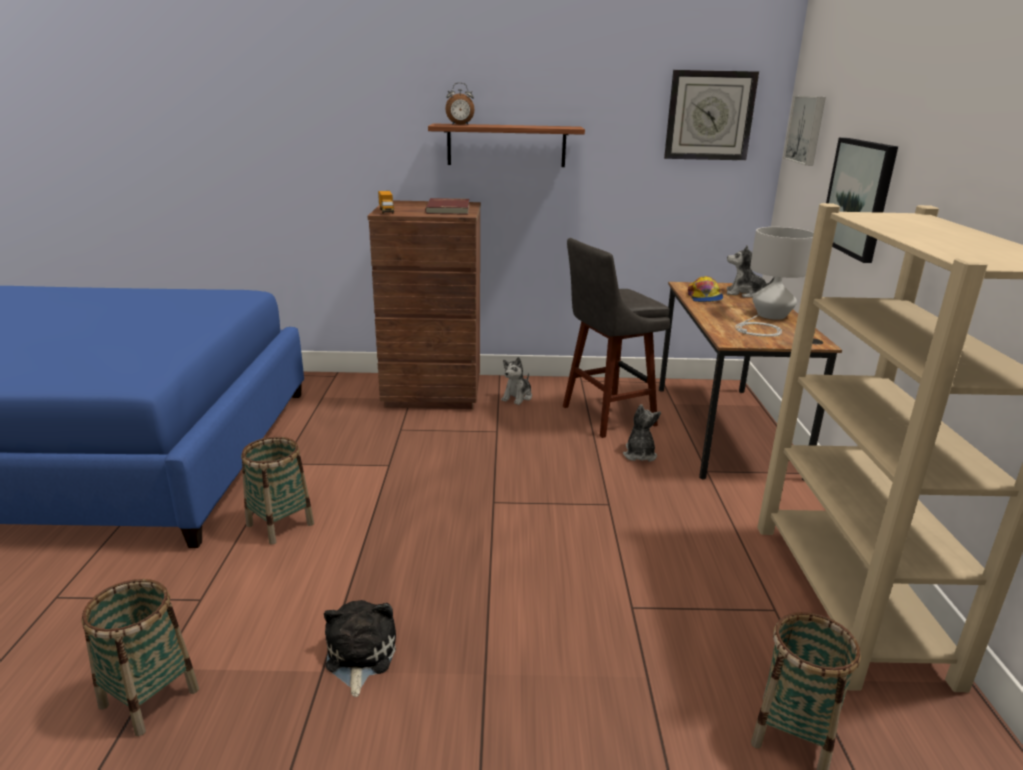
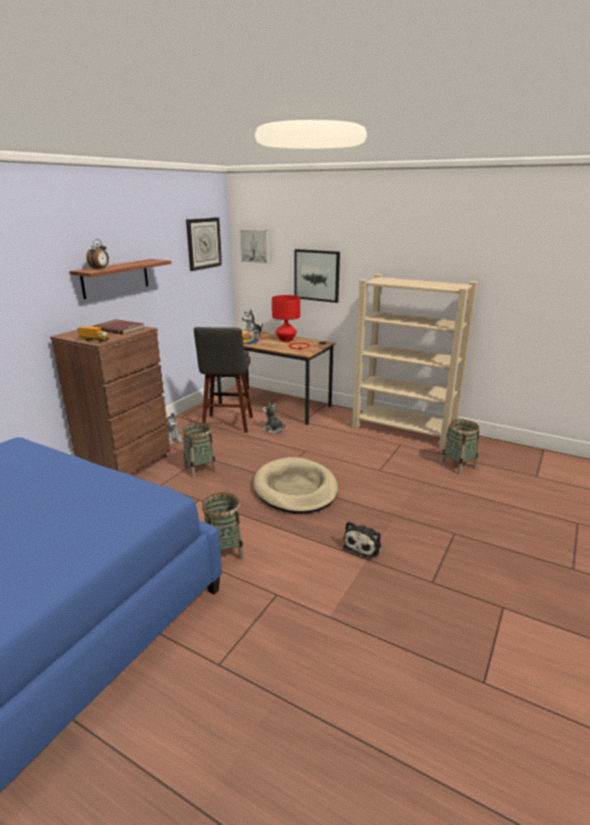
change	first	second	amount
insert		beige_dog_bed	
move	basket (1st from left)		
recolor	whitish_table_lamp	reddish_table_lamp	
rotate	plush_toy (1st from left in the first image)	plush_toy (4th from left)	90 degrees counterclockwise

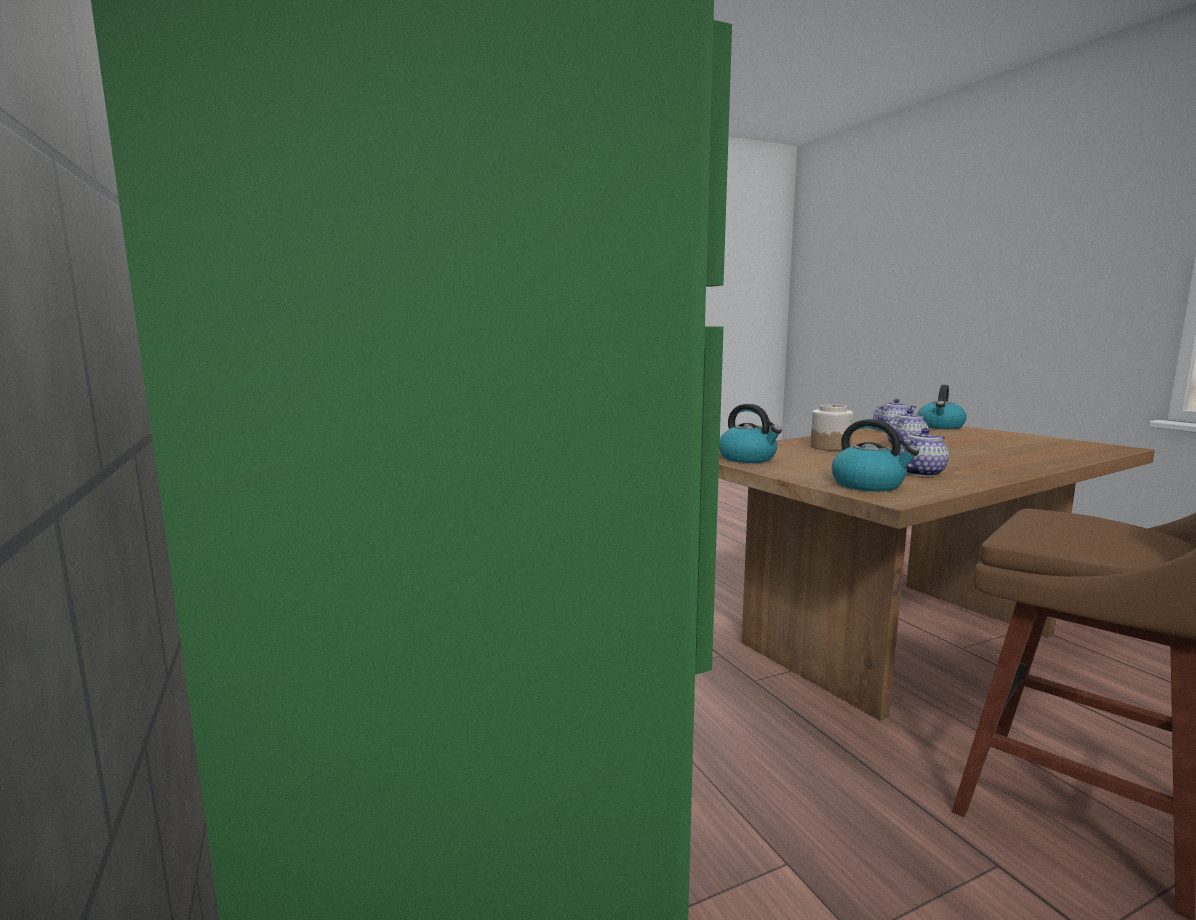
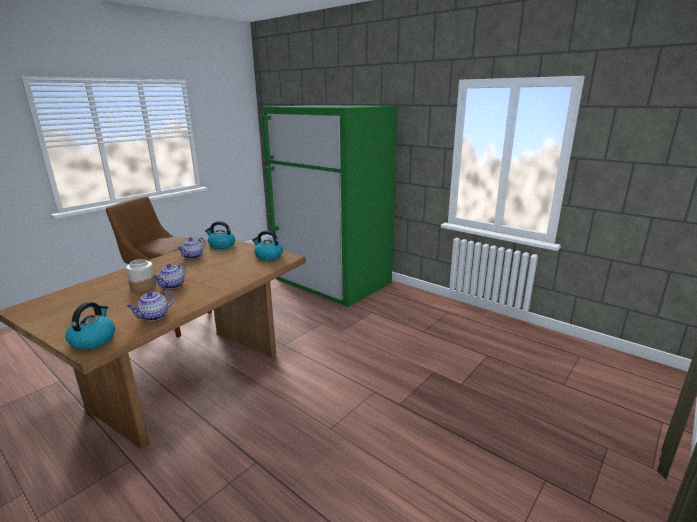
change	first	second	amount
move	preserve_jar		

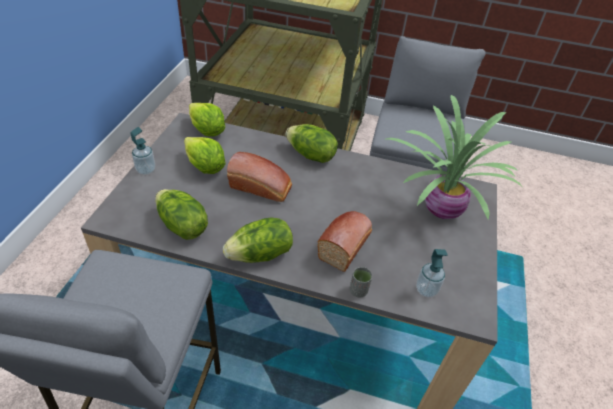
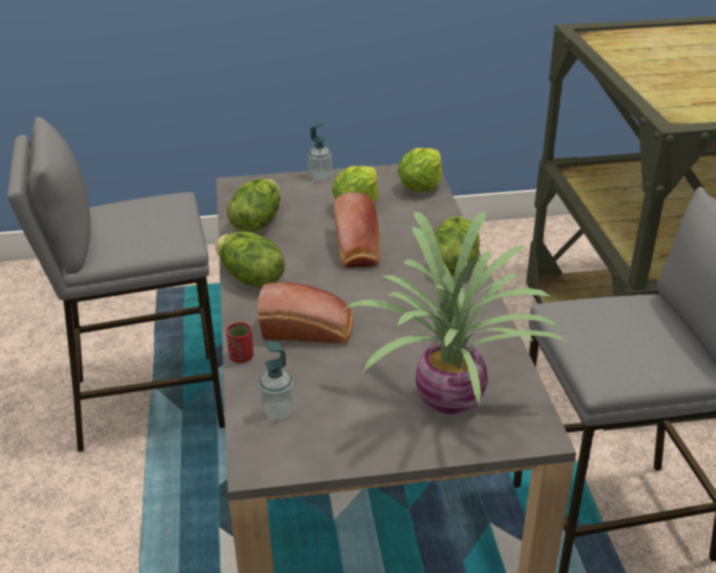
change	first	second	amount
recolor	grey_cup	reddish_cup	

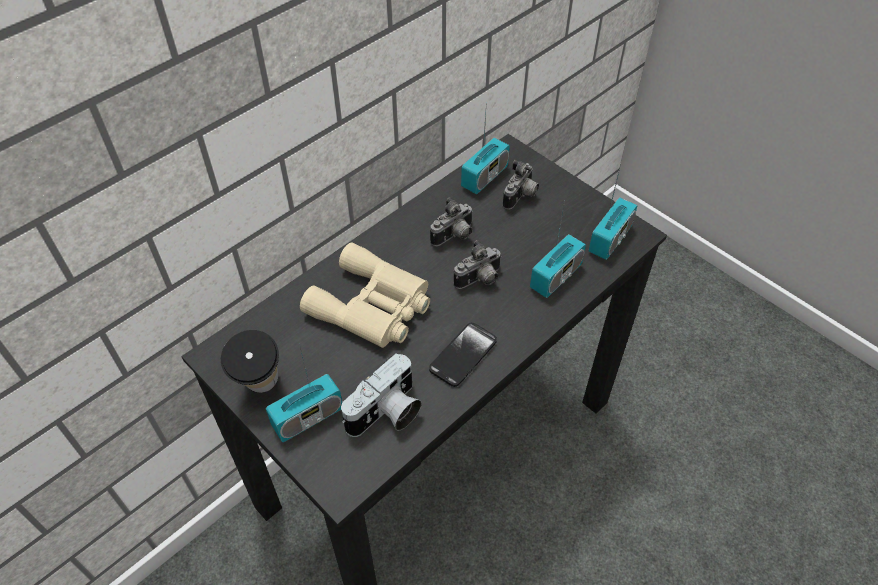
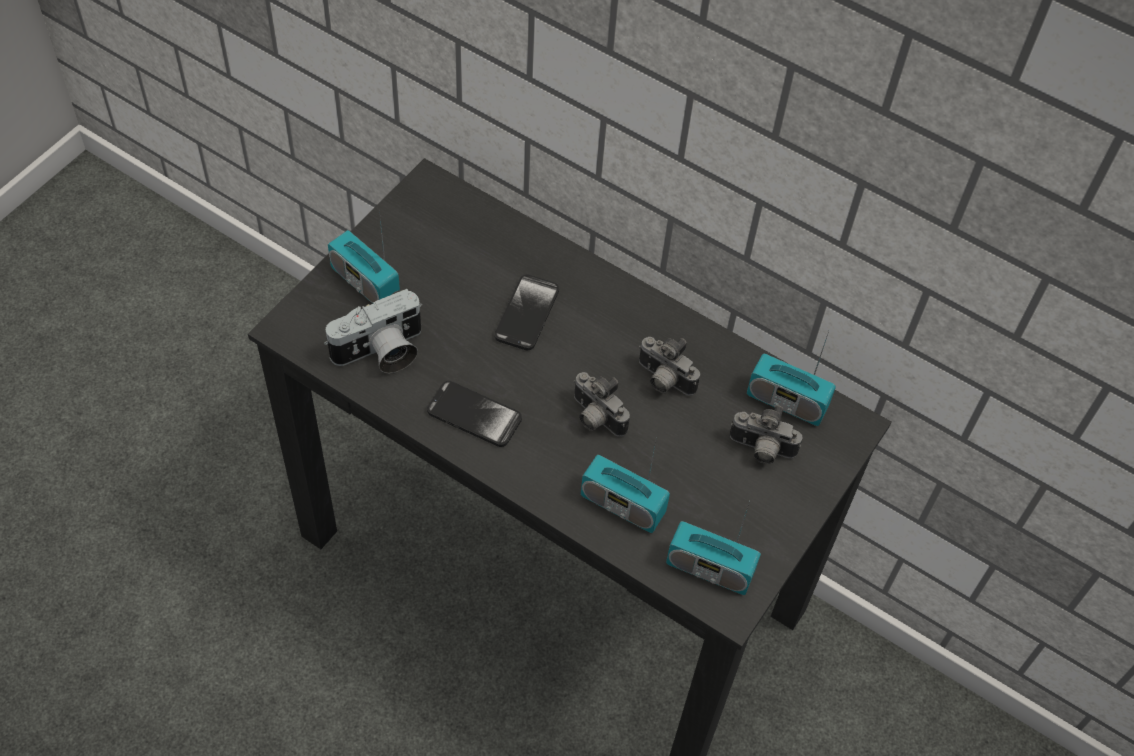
change	first	second	amount
delete	cup		
replace	beige_binoculars	phone (2nd from left)	
rotate	still_camera (1st from left)		60 degrees counterclockwise

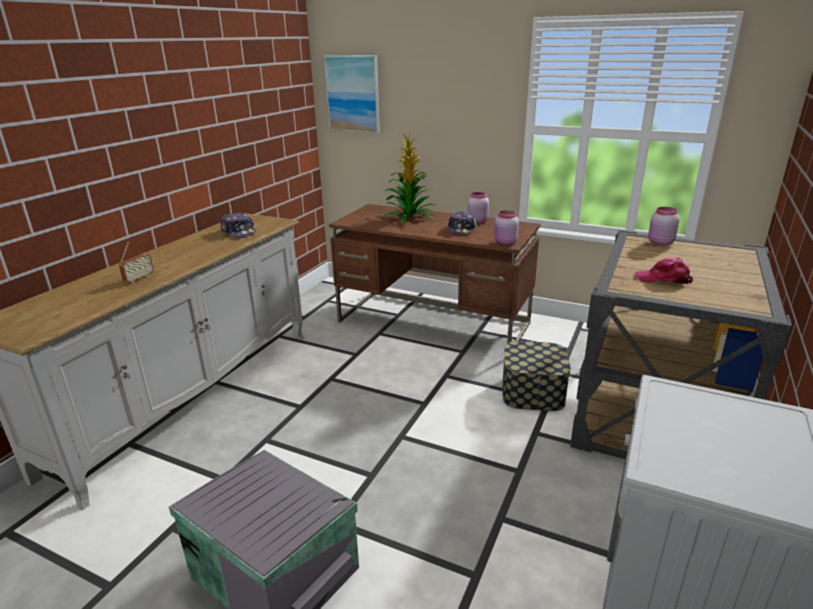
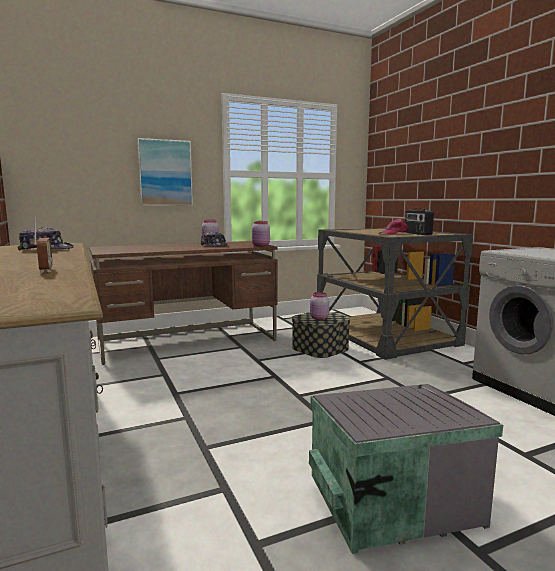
change	first	second	amount
delete	houseplant		
insert		radio (2nd from left)	
move	wall_picture		
move	pinkish_preserve_jar (3rd from left)		

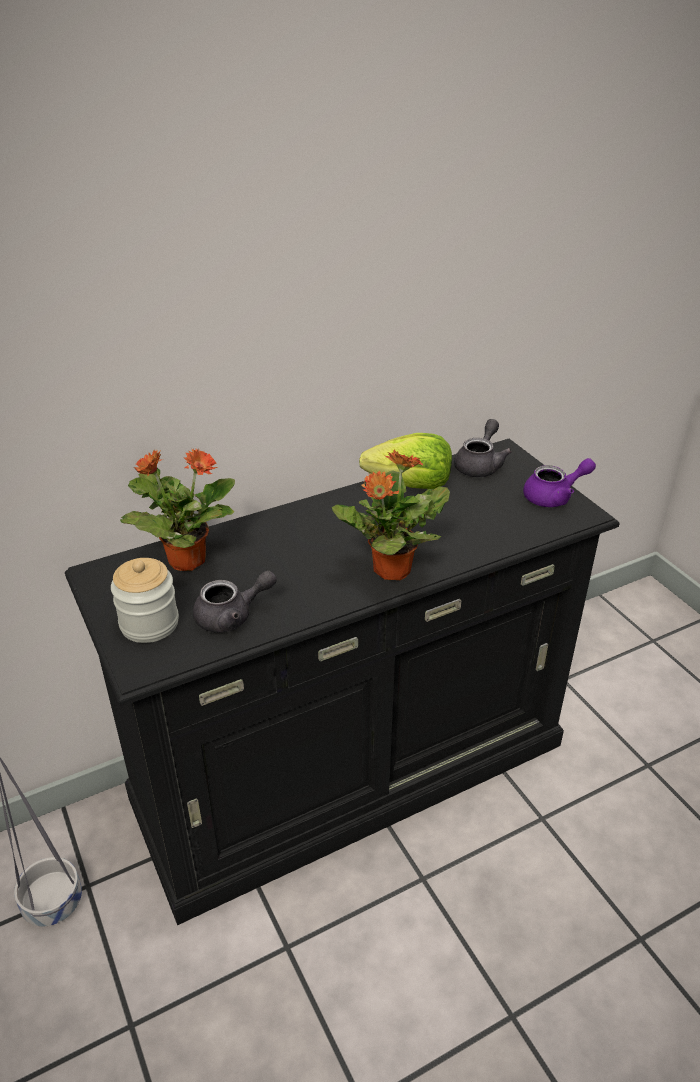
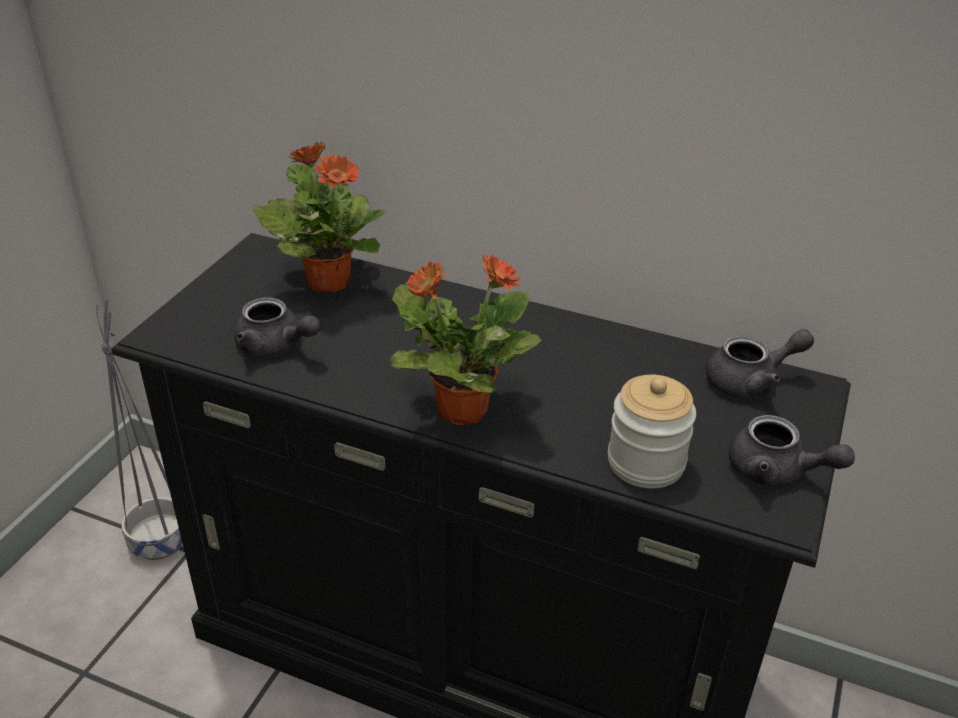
change	first	second	amount
delete	lettuce		
move	preserve_jar		
recolor	purple_teapot	grey_teapot (3rd from left)	

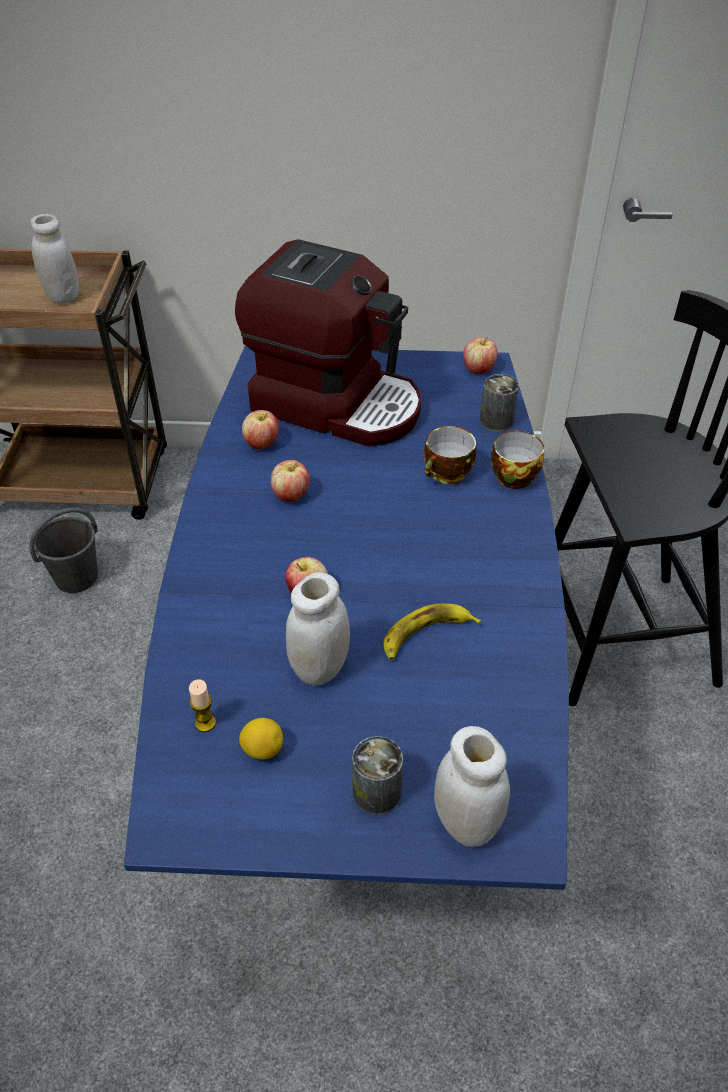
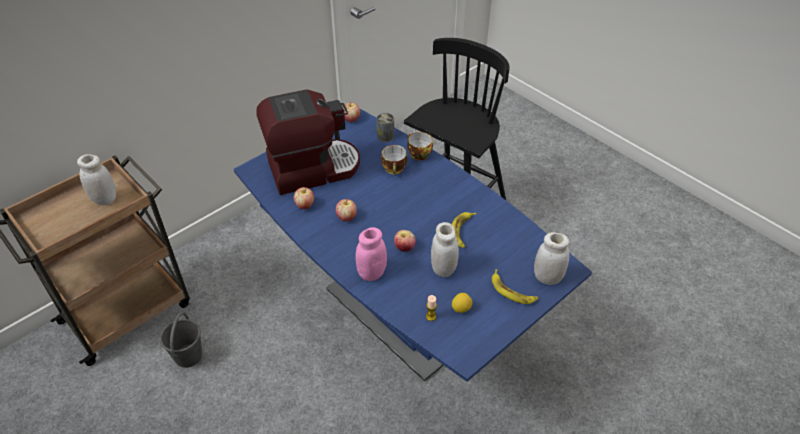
change	first	second	amount
insert		pinkish_preserve_jar	
replace	metal_can (1st from left)	whole_banana (2nd from left)	

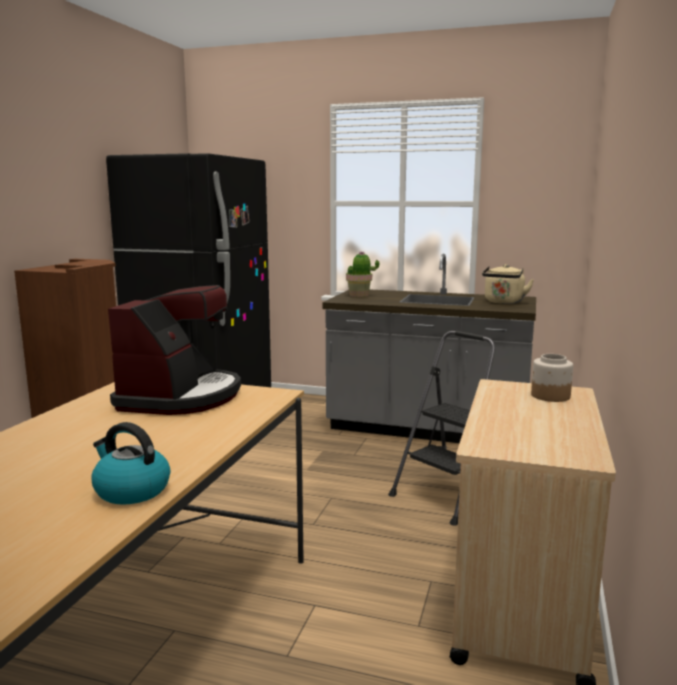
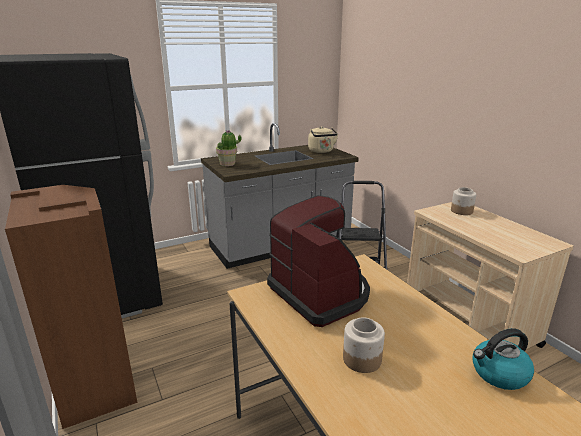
change	first	second	amount
insert		preserve_jar (1st from left)	

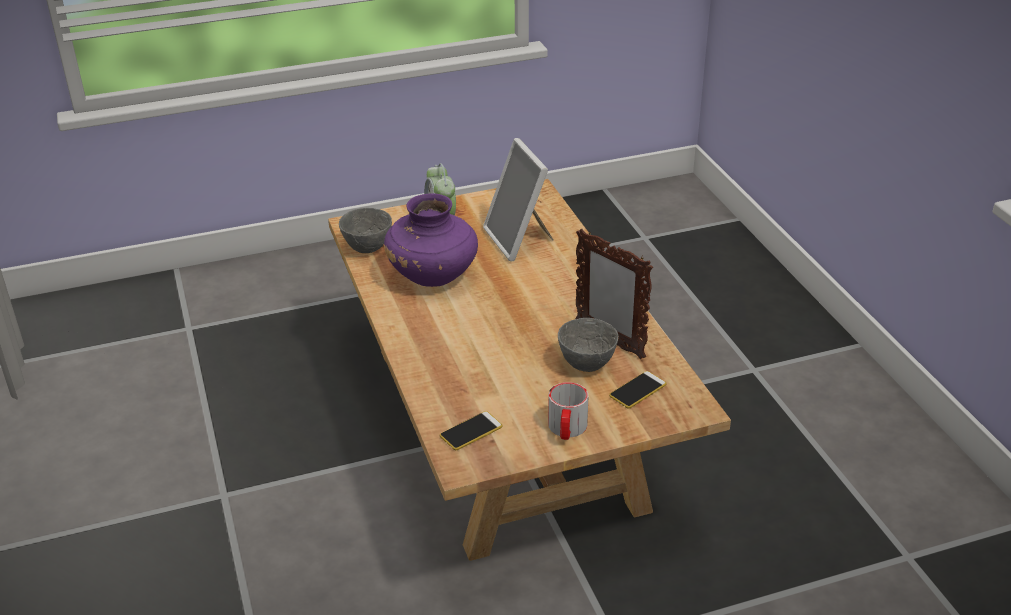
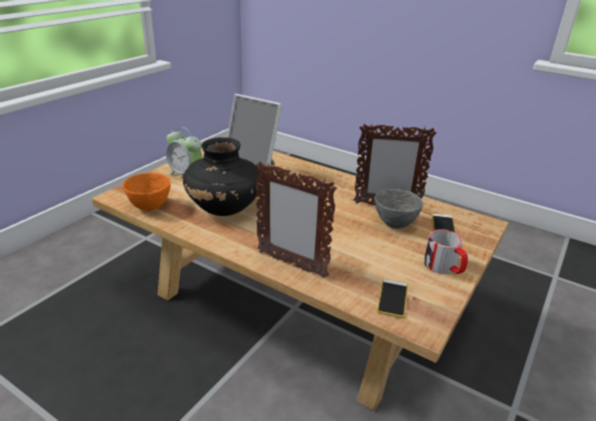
change	first	second	amount
insert		standing_frame (2nd from left)	
recolor	grey_serving_bowl (1st from left)	orange_serving_bowl	
recolor	purple_flower_vase	blackish_flower_vase	

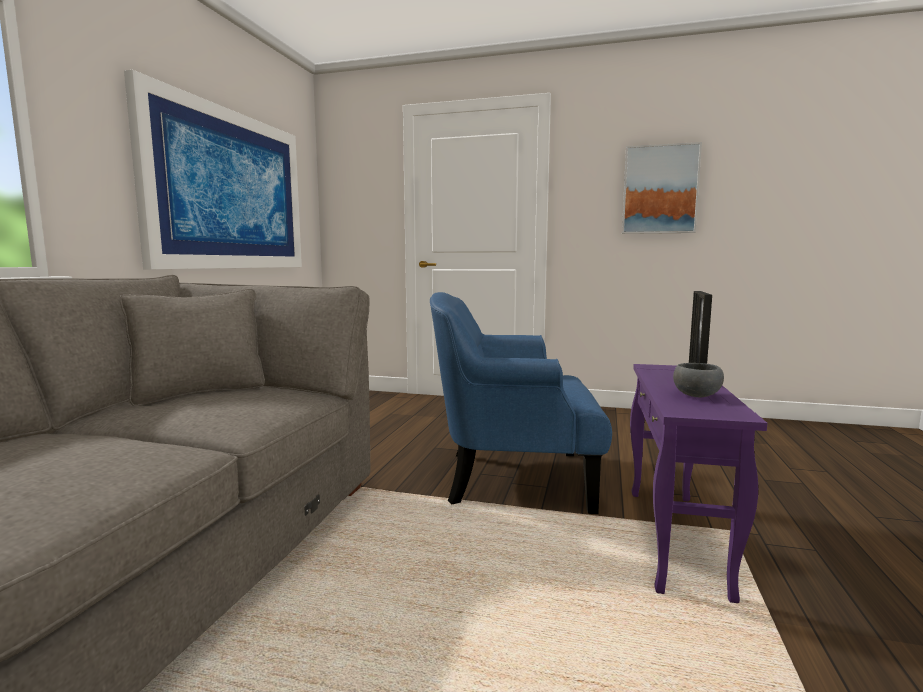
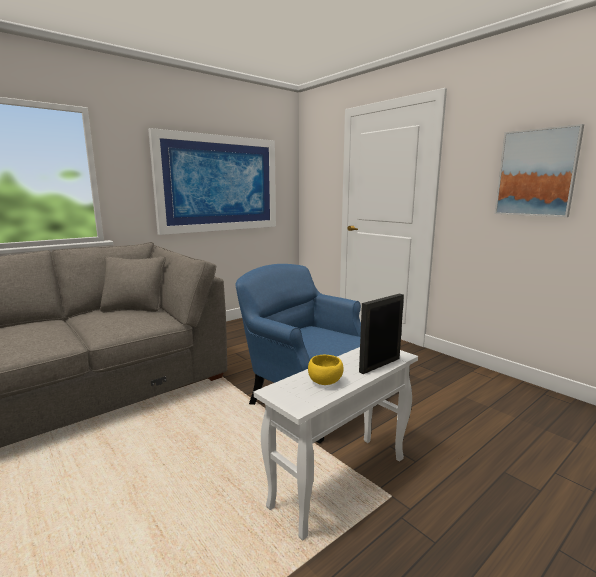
change	first	second	amount
recolor	purple_side_table	whitish_side_table	
recolor	grey_serving_bowl	yellowish_serving_bowl	

